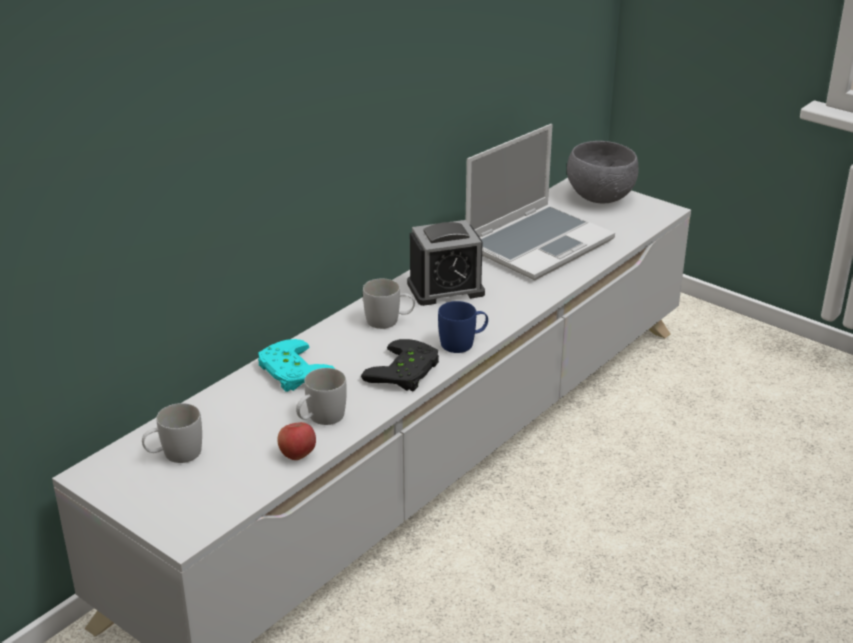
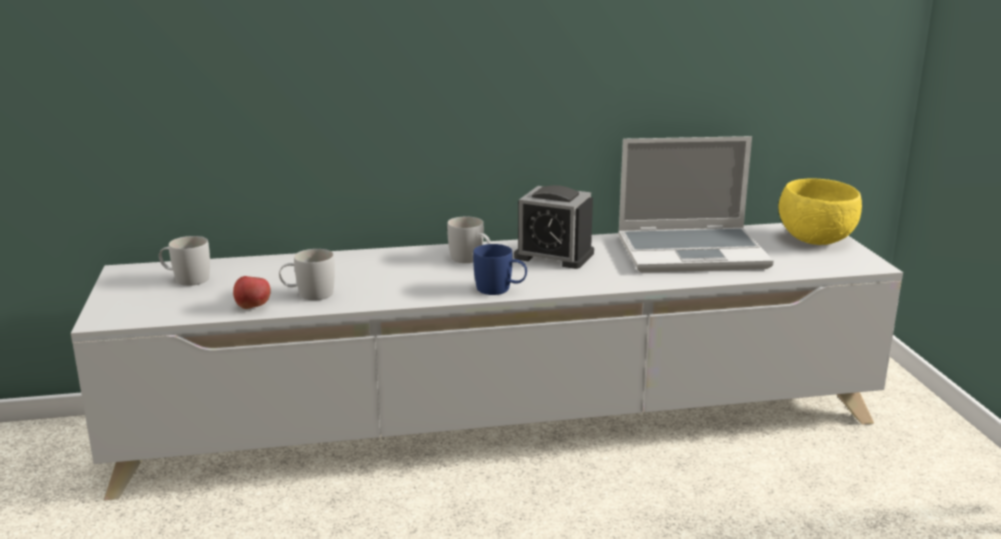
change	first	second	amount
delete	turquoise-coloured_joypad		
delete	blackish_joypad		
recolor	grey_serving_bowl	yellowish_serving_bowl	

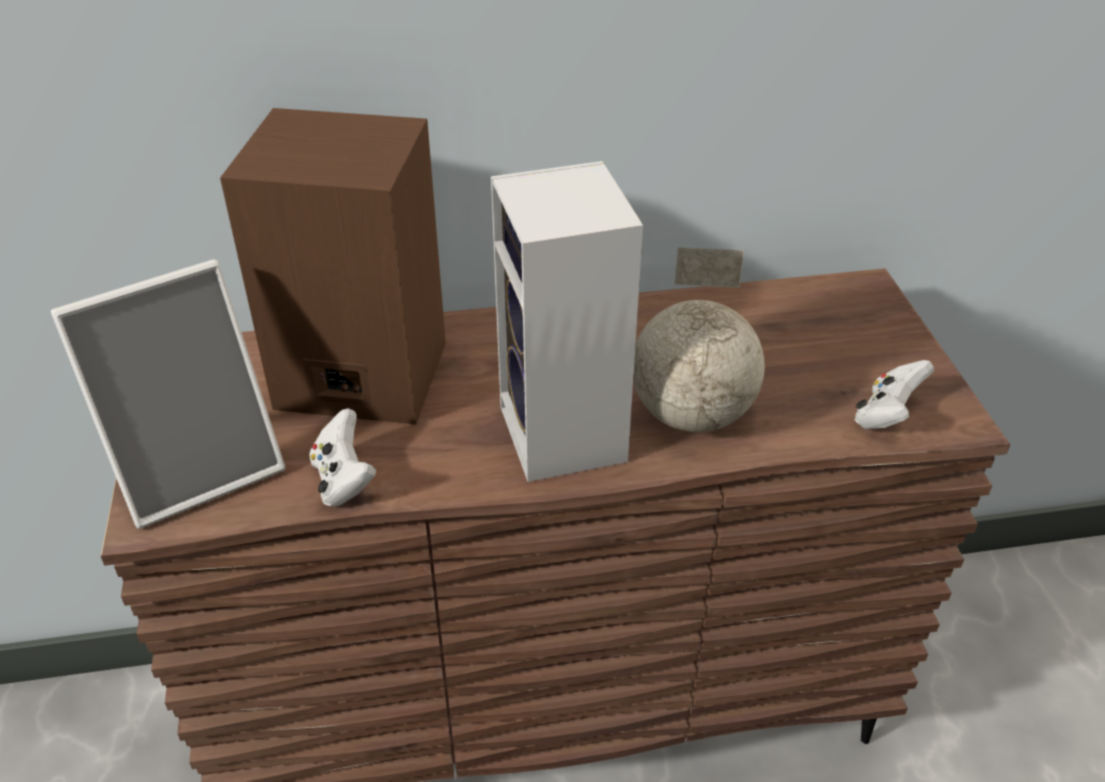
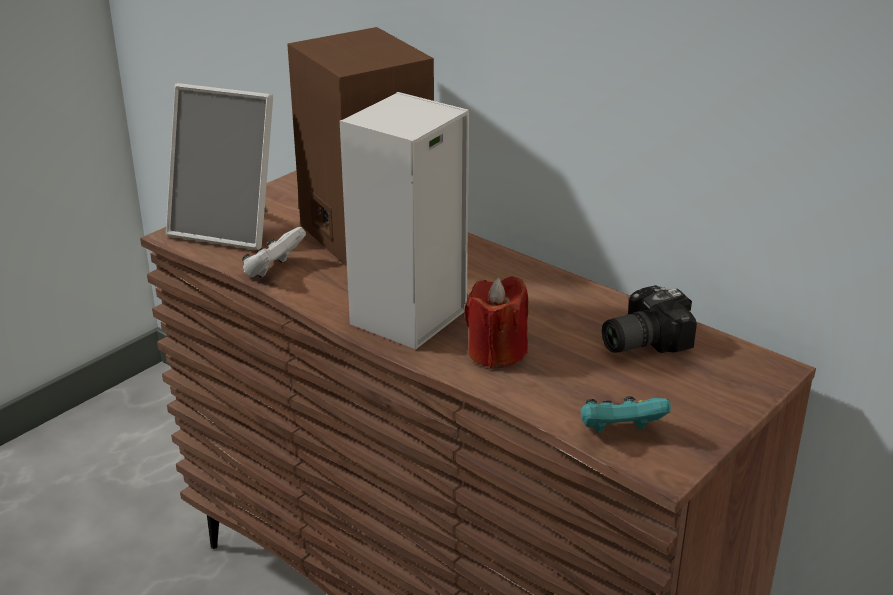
change	first	second	amount
insert		still_camera	
replace	world_globe	reddish_wax_light	
recolor	whitish_joypad (2nd from left)	turquoise-coloured_joypad	

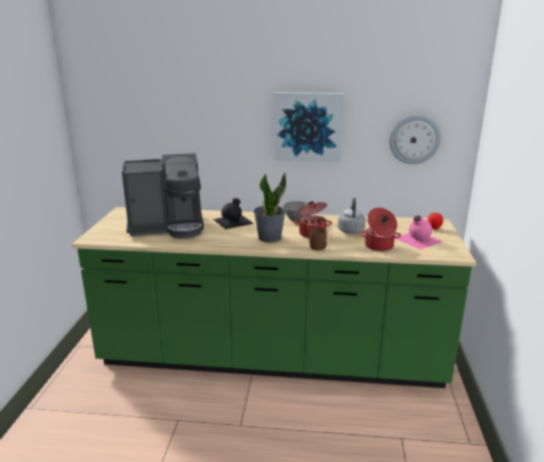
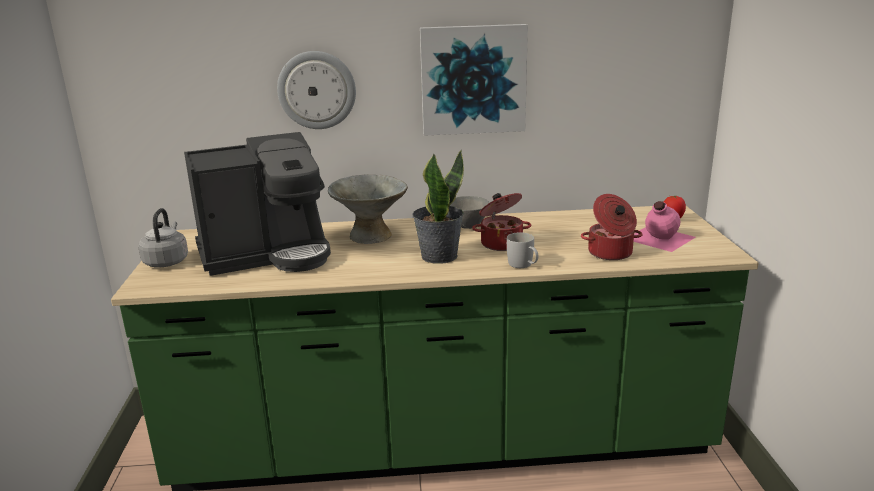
change	first	second	amount
move	grey_water_kettle		
move	wall_clock		
replace	blackish_bottle	grey_serving_bowl (1st from left)	
recolor	brown-coloured_coffee_mug	whitish_coffee_mug	

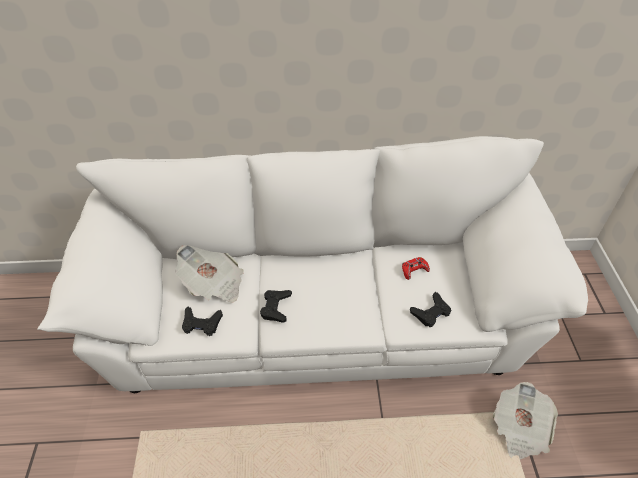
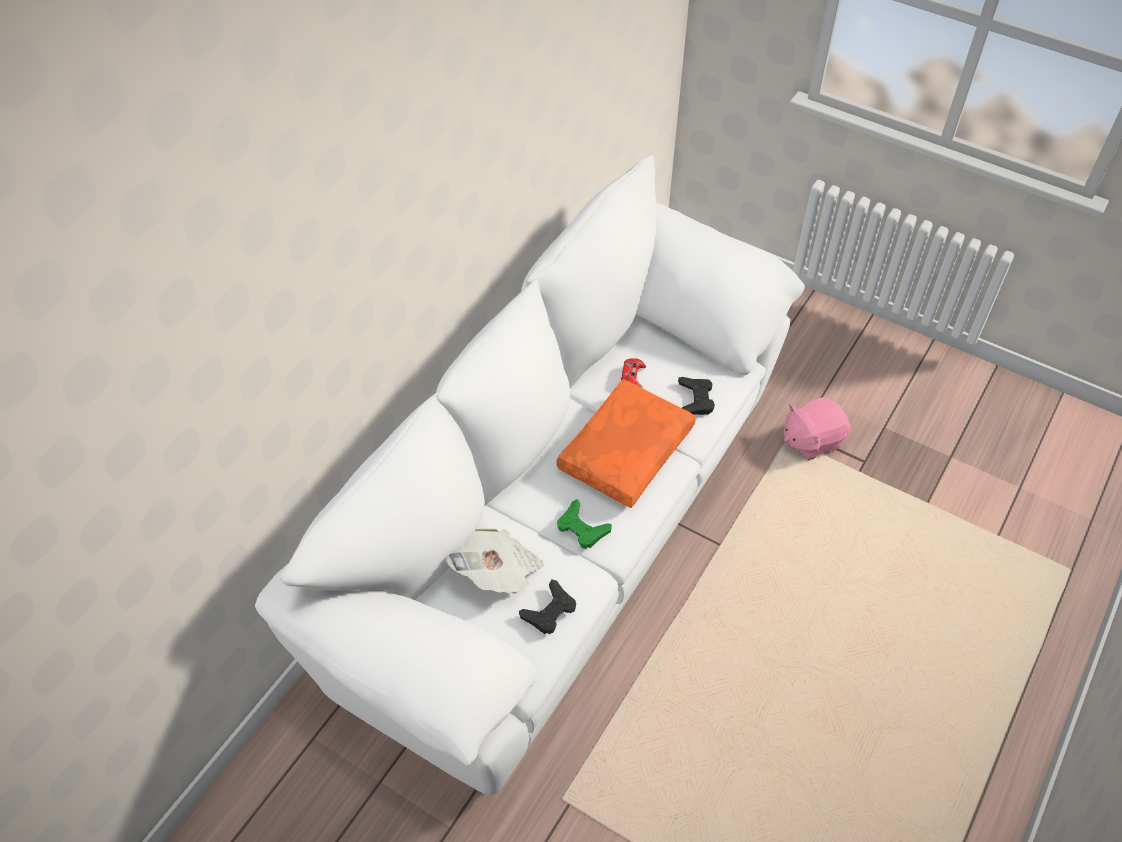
change	first	second	amount
insert		orange_cushion	
replace	printed_paper (2nd from left)	pinkish_plush_toy	
recolor	blackish_joypad (2nd from left)	green-coloured_joypad	

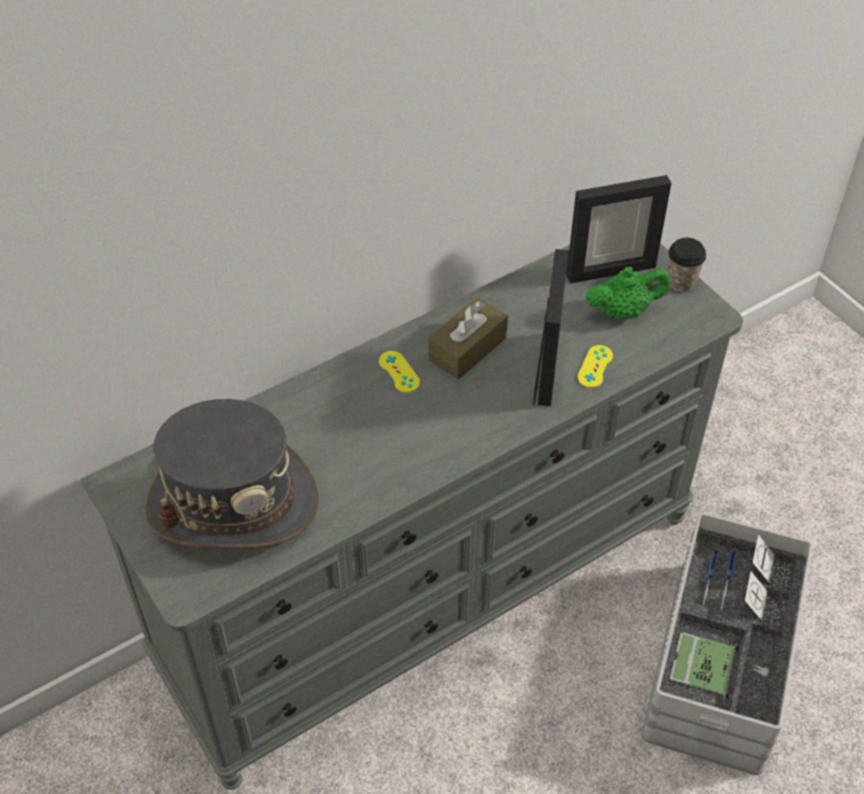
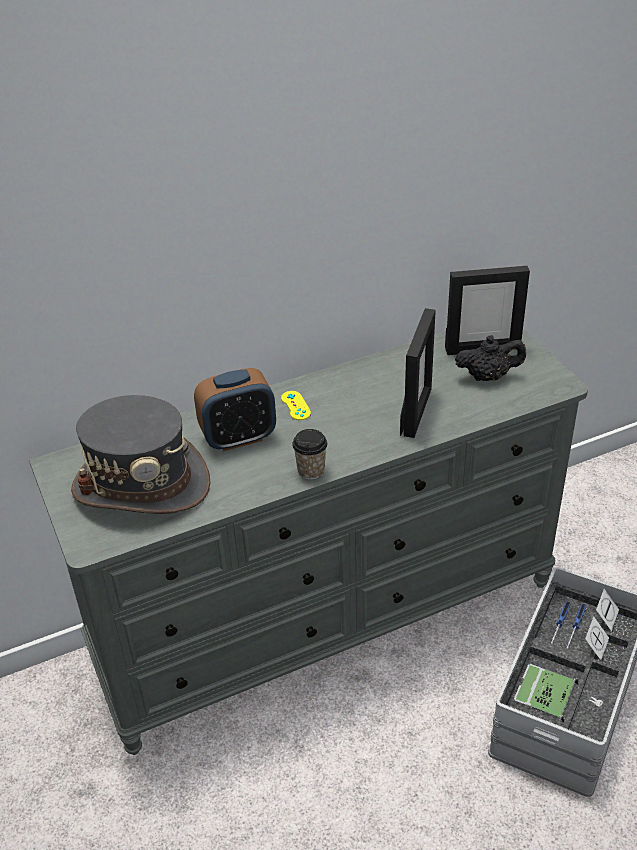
change	first	second	amount
delete	brown-coloured_box_of_tissues		
delete	yellowish_joypad (2nd from left)		
insert		table_clock	
move	cup		
recolor	green-coloured_teapot	blackish_teapot	

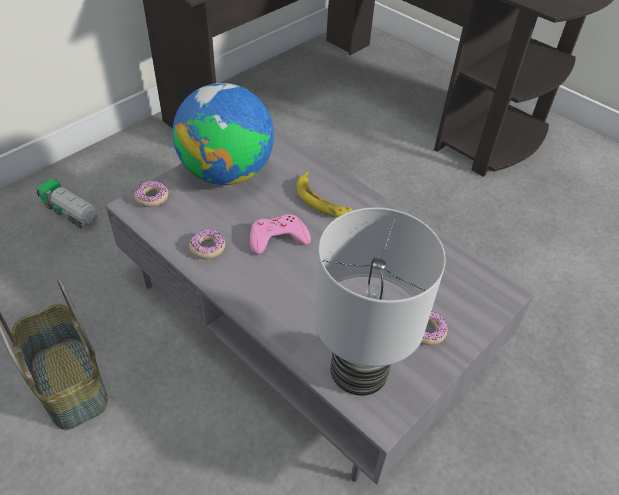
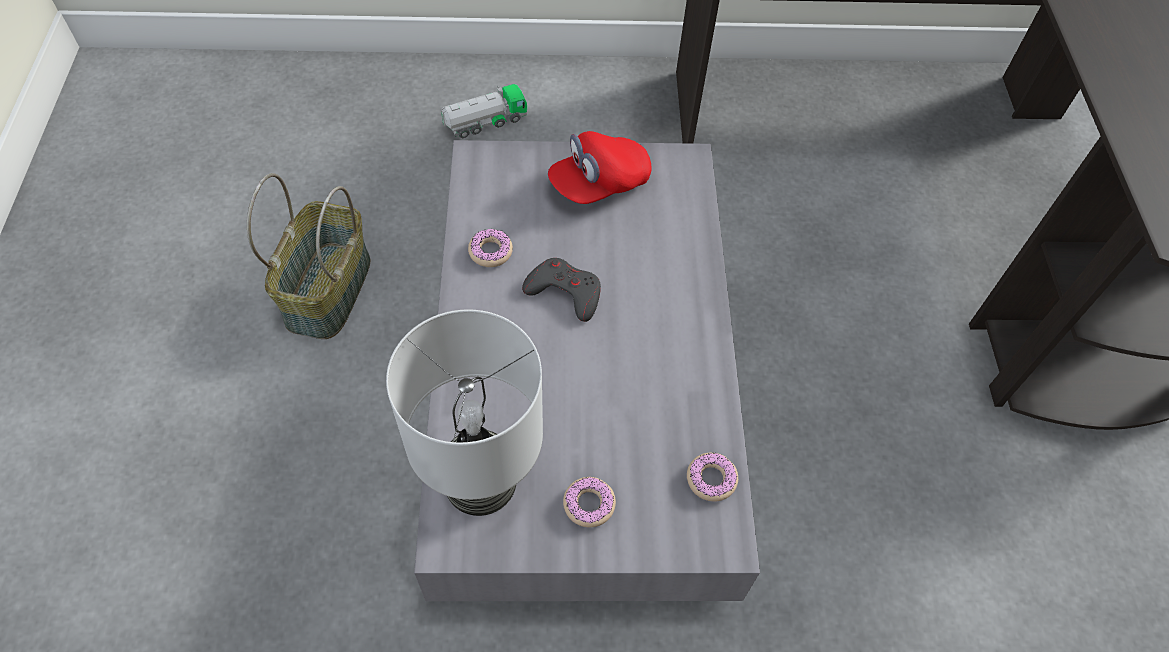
change	first	second	amount
delete	whole_banana		
move	donut (1st from left in the first image)	donut (3rd from left)	
replace	world_globe	reddish_baseball_cap	
recolor	pinkish_joypad	grey_joypad	
rotate	toy_lorry		75 degrees clockwise

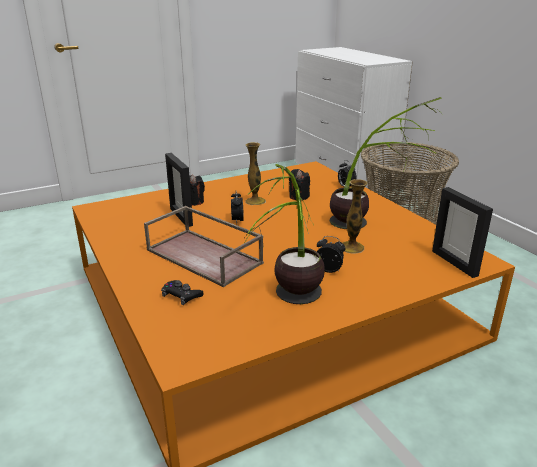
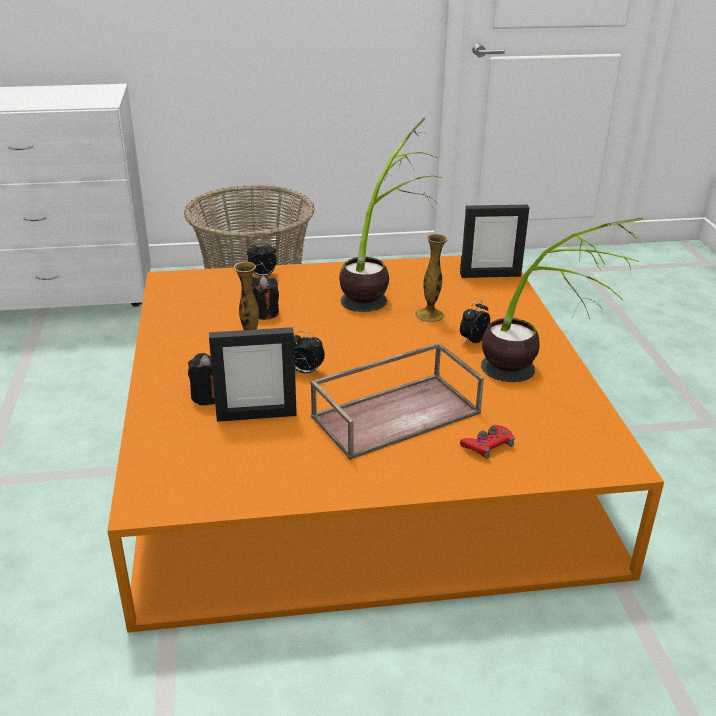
change	first	second	amount
recolor	blackish_joypad	reddish_joypad	

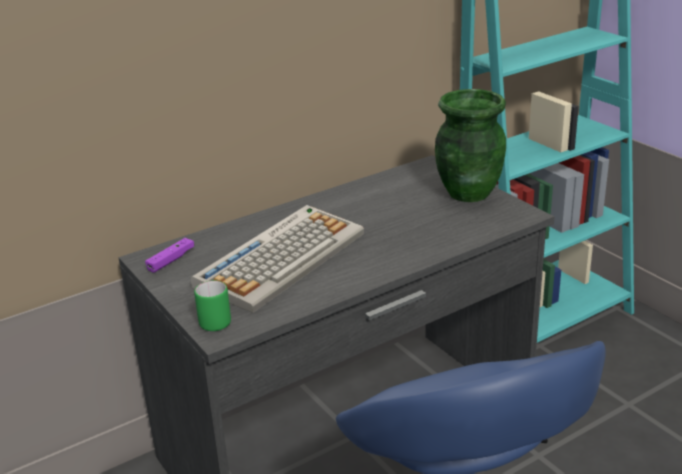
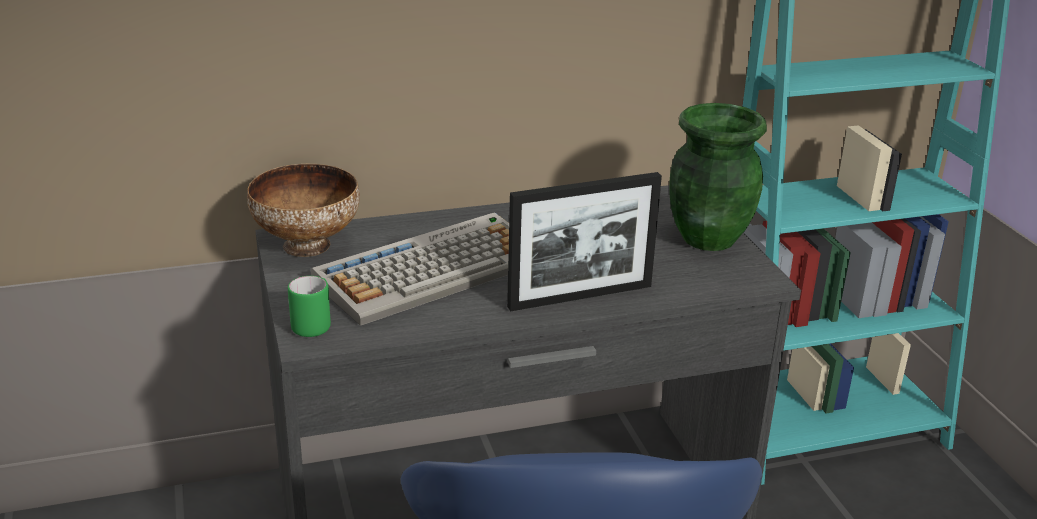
change	first	second	amount
insert		standing_frame	
replace	purple_joypad	serving_bowl	

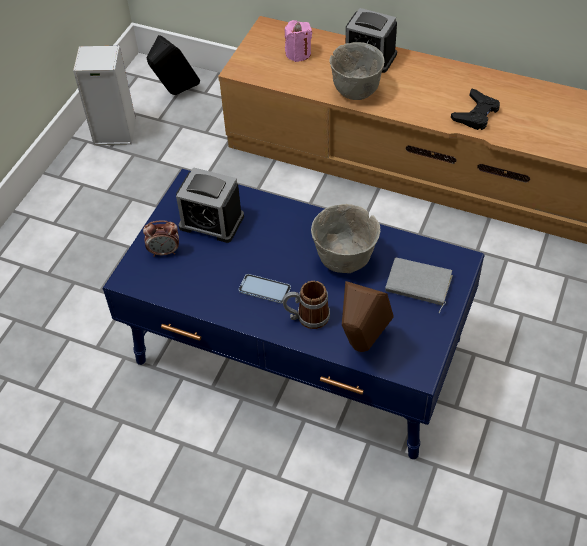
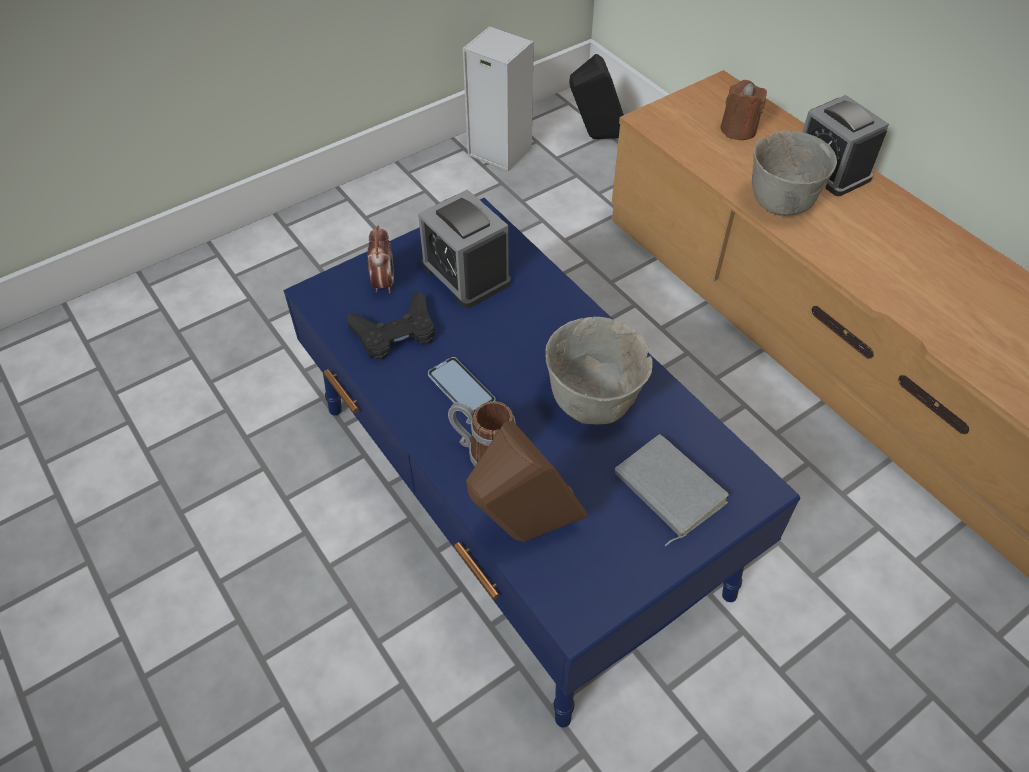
change	first	second	amount
move	blackish_joypad		
recolor	pinkish_wax_light	brown-coloured_wax_light	
rotate	table_clock (1st from left)		120 degrees counterclockwise

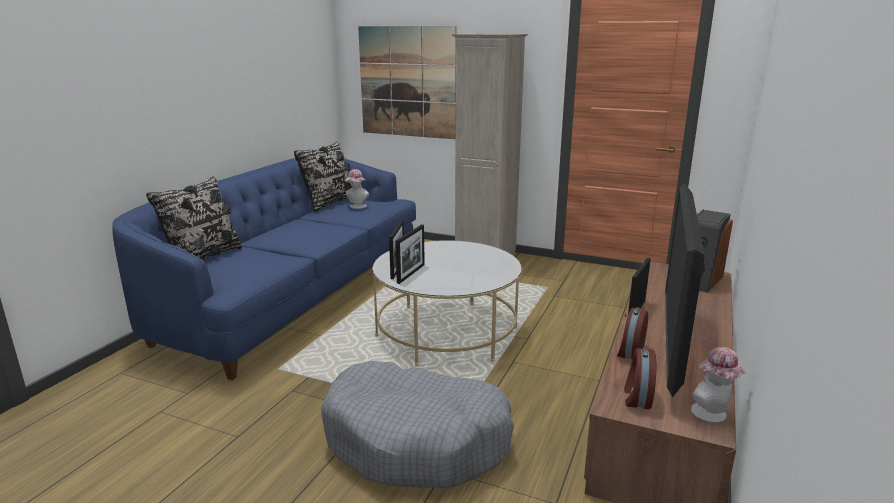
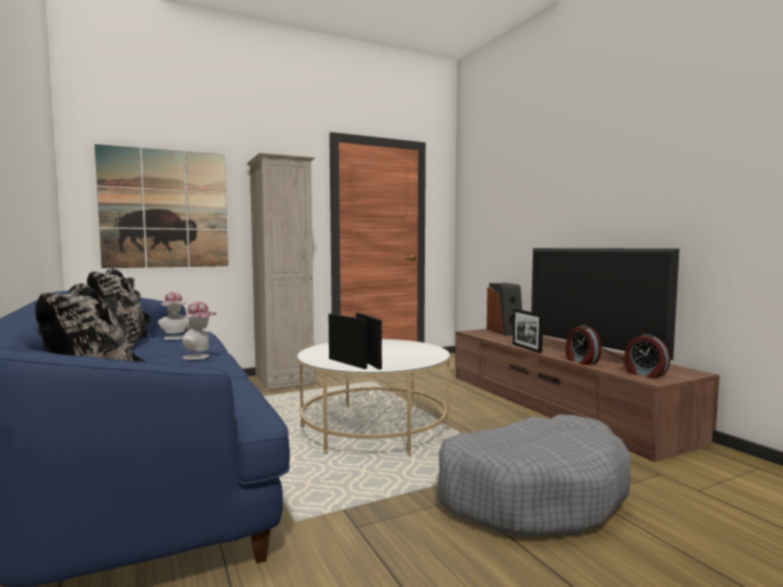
change	first	second	amount
move	wearable_hat (2nd from left)		

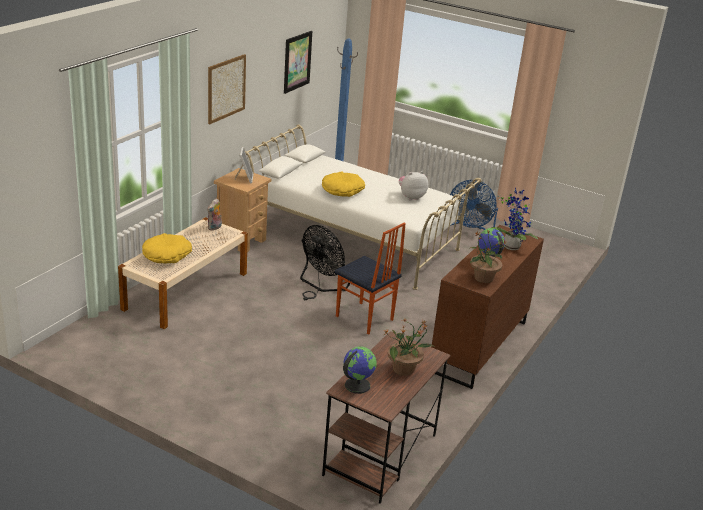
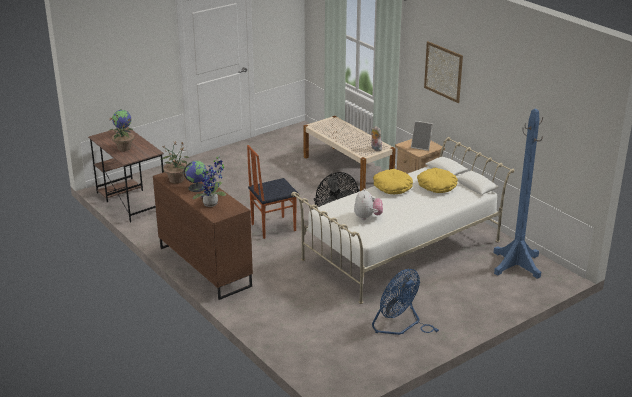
change	first	second	amount
delete	wall_picture (2nd from left)		
move	yellowish_cushion (1st from left in the first image)	yellowish_cushion (2nd from left)	

